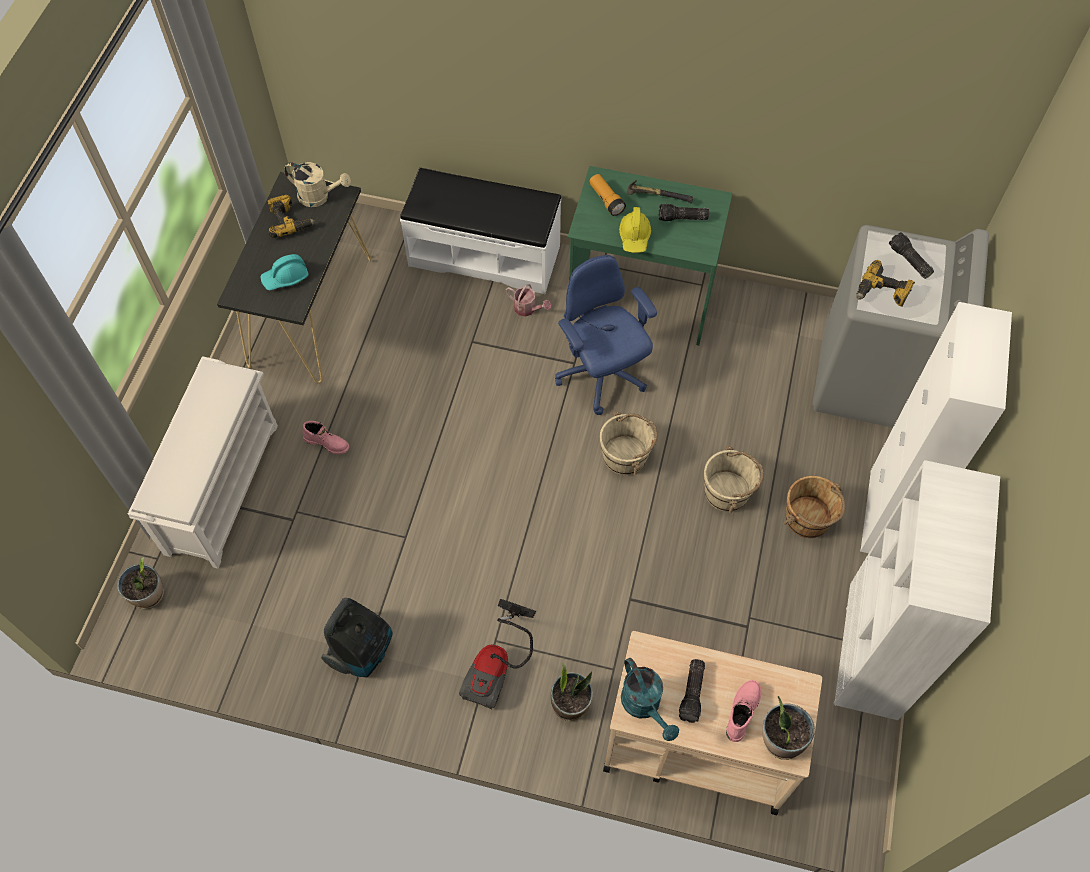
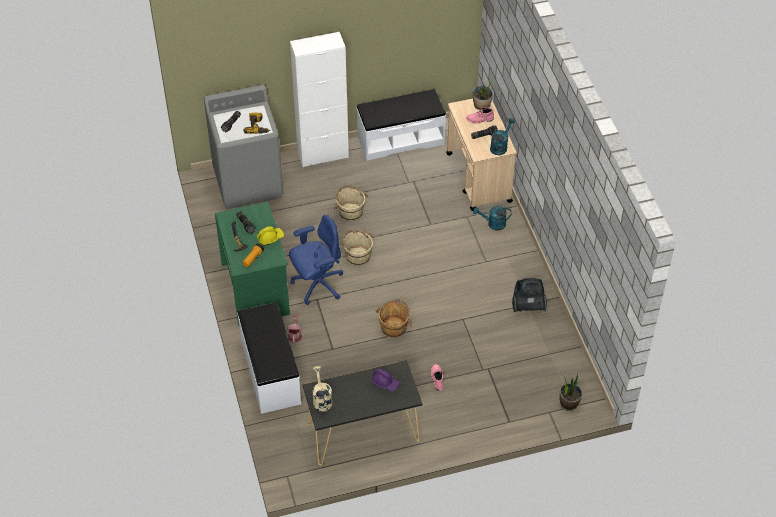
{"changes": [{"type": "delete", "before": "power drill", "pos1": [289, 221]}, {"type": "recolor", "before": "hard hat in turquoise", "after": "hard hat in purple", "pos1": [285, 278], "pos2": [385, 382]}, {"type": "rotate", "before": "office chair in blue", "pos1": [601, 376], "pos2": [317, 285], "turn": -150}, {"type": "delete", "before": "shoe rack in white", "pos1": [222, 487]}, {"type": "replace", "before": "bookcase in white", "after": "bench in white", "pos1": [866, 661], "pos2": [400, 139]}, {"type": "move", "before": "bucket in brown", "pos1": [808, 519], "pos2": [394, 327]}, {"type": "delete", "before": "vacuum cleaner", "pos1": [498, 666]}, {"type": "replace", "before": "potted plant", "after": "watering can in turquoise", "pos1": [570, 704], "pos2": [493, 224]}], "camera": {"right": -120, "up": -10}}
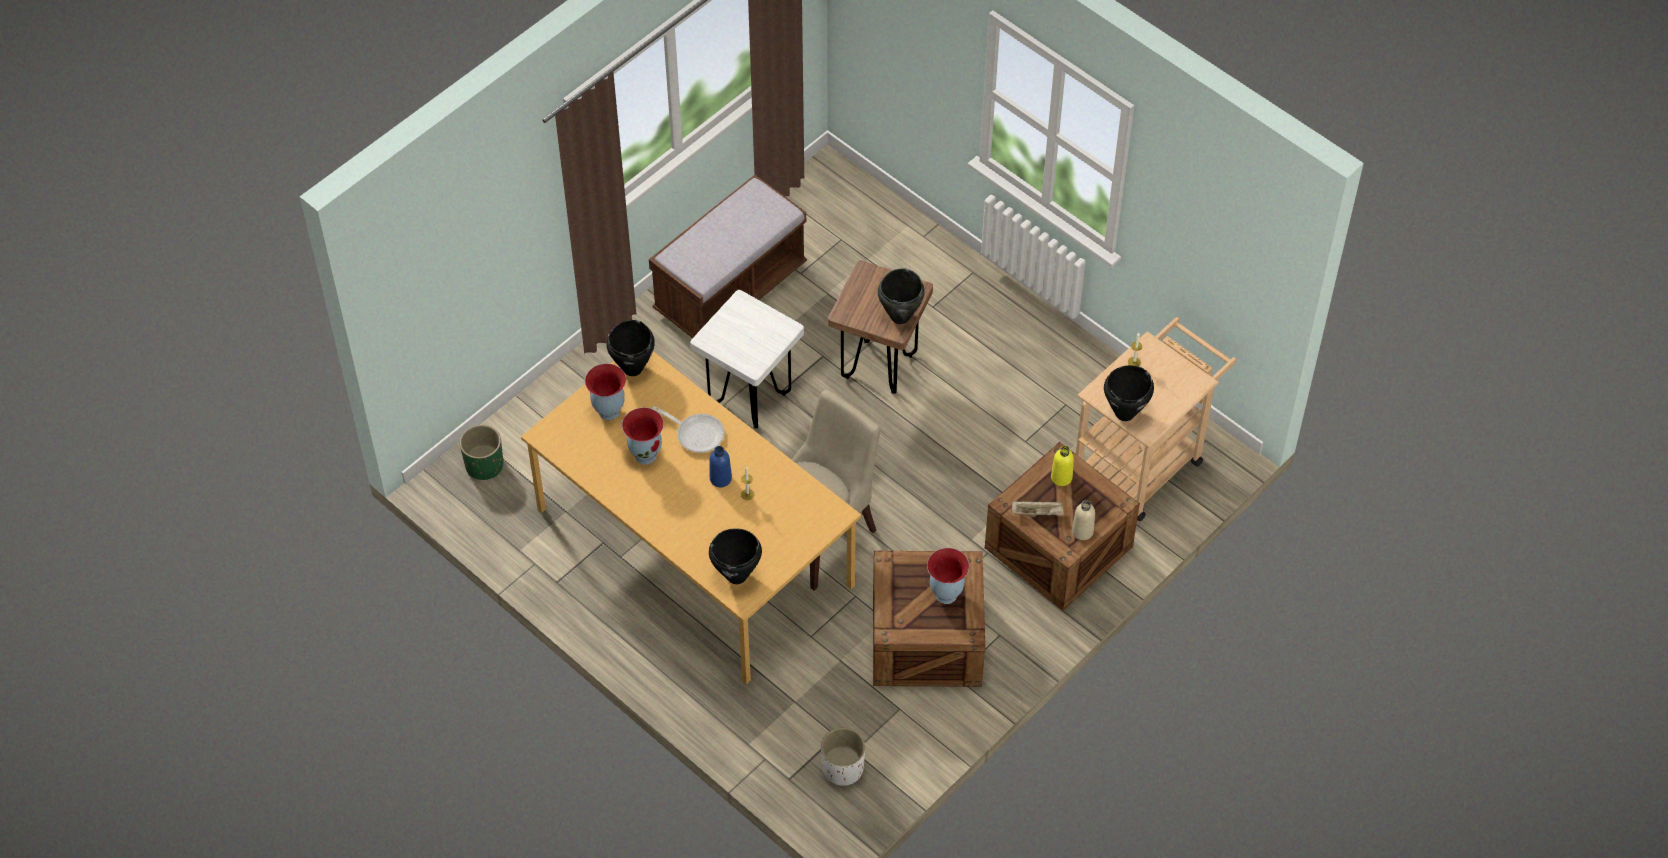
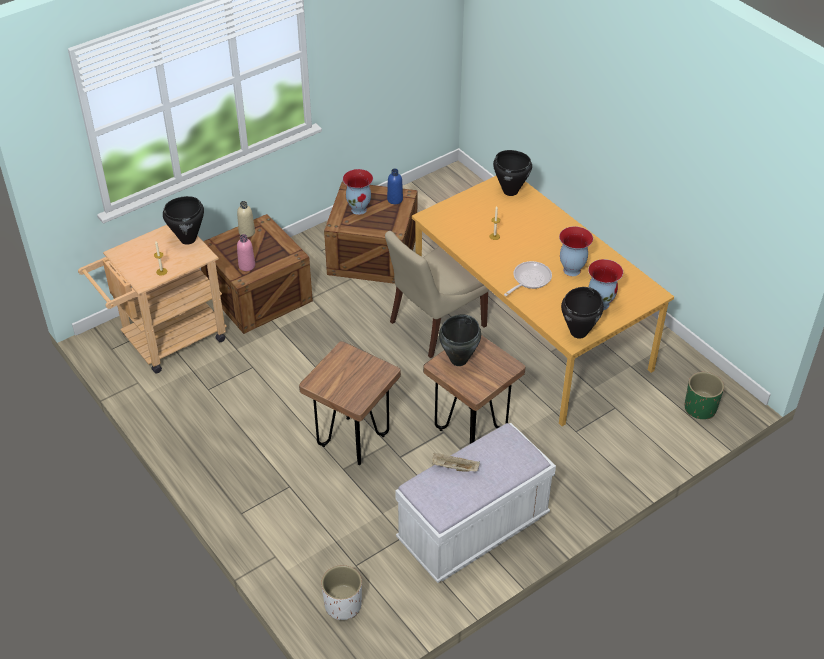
{"changes": [{"type": "recolor", "before": "bench in brown", "after": "bench in white", "pos1": [730, 290], "pos2": [473, 530]}, {"type": "move", "before": "cooking pot in black", "pos1": [899, 317], "pos2": [459, 360]}, {"type": "recolor", "before": "stool in white", "after": "stool in brown", "pos1": [750, 399], "pos2": [470, 430]}, {"type": "rotate", "before": "frying pan", "pos1": [696, 433], "pos2": [529, 279], "turn": 90}, {"type": "move", "before": "bottle in blue", "pos1": [720, 478], "pos2": [395, 199]}, {"type": "recolor", "before": "bottle in yellow", "after": "bottle in pink", "pos1": [1061, 477], "pos2": [247, 266]}, {"type": "move", "before": "tray in beige", "pos1": [1037, 513], "pos2": [454, 468]}, {"type": "move", "before": "planter in white", "pos1": [842, 768], "pos2": [343, 605]}], "camera": {"right": -170, "up": -10}}
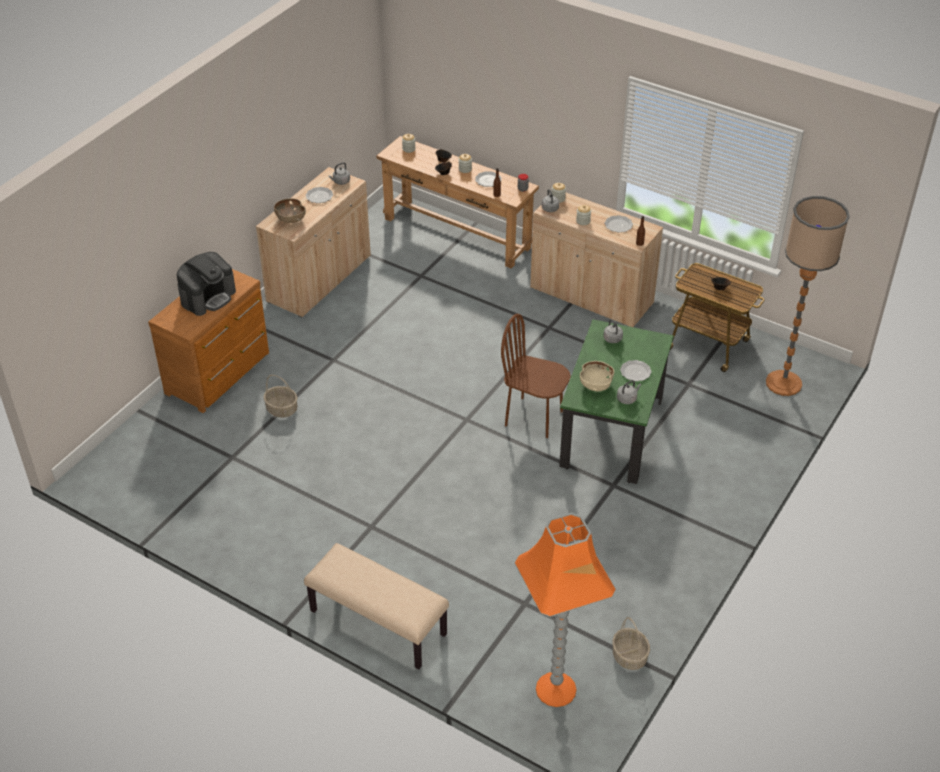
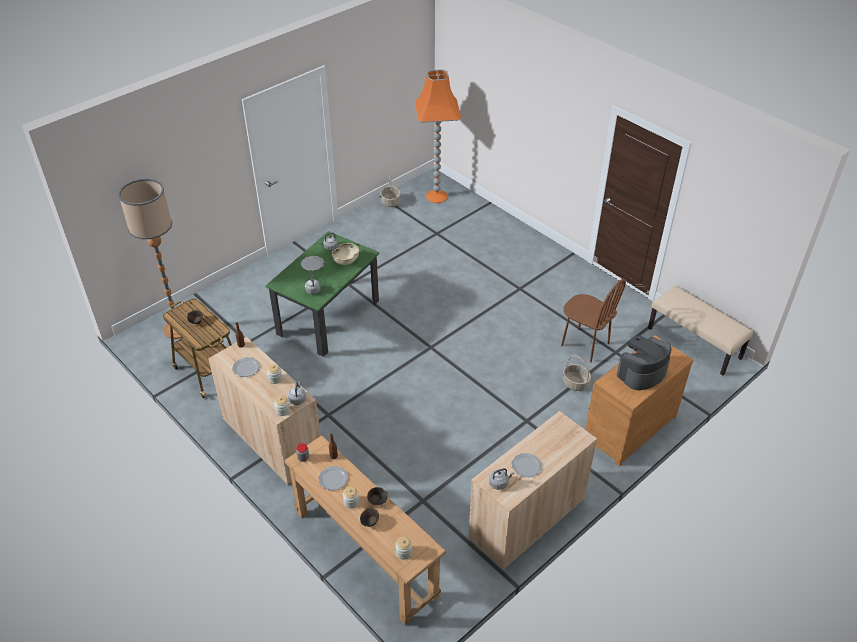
{"changes": [{"type": "delete", "before": "bowl in brown", "pos1": [290, 219]}, {"type": "move", "before": "chair in brown", "pos1": [534, 418], "pos2": [585, 344]}, {"type": "move", "before": "bench in beige", "pos1": [377, 623], "pos2": [694, 343]}], "camera": {"right": -165, "up": 0}}
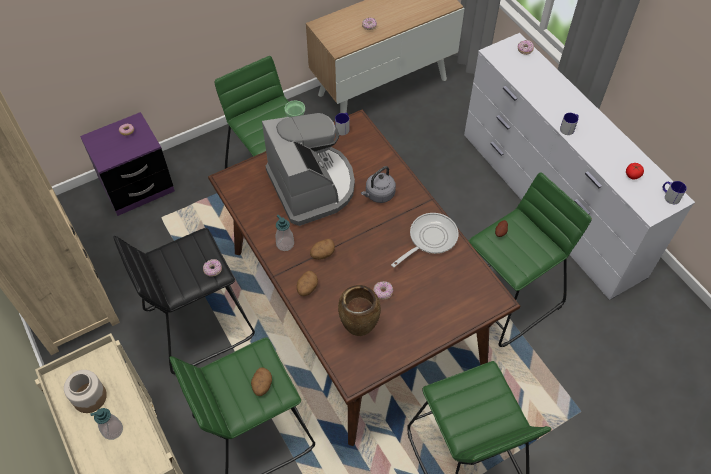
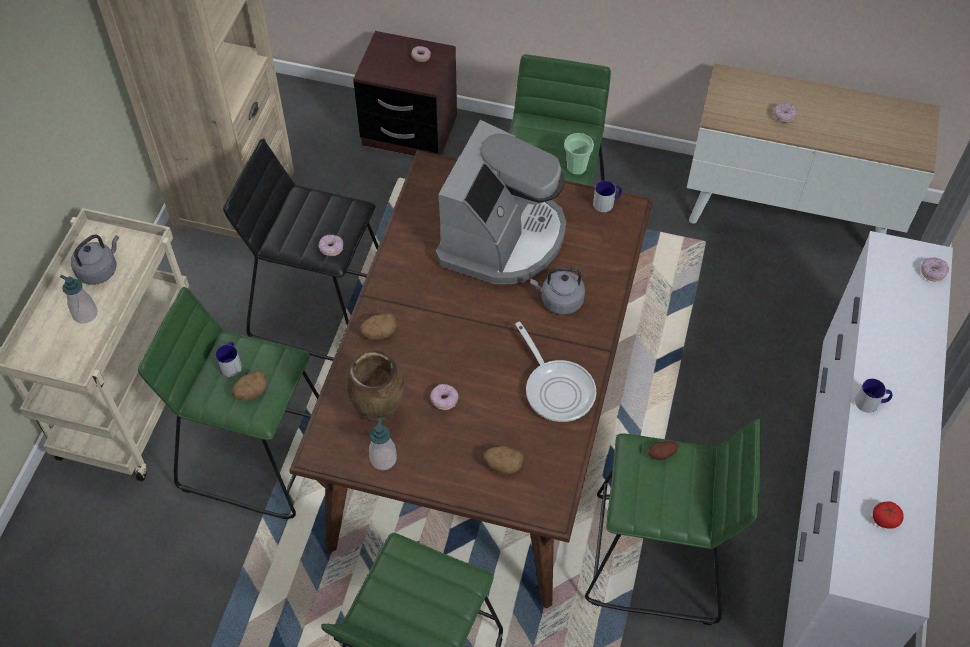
{"changes": [{"type": "recolor", "before": "nightstand in purple", "after": "nightstand in brown", "pos1": [137, 187], "pos2": [409, 131]}, {"type": "move", "before": "mug", "pos1": [669, 196], "pos2": [231, 364]}, {"type": "rotate", "before": "frying pan", "pos1": [429, 239], "pos2": [557, 389], "turn": 60}, {"type": "move", "before": "soap dispenser", "pos1": [285, 244], "pos2": [383, 459]}, {"type": "move", "before": "potato", "pos1": [322, 254], "pos2": [503, 465]}, {"type": "replace", "before": "jar", "after": "kettle in grey", "pos1": [89, 397], "pos2": [99, 270]}], "camera": {"right": 45, "up": 0}}
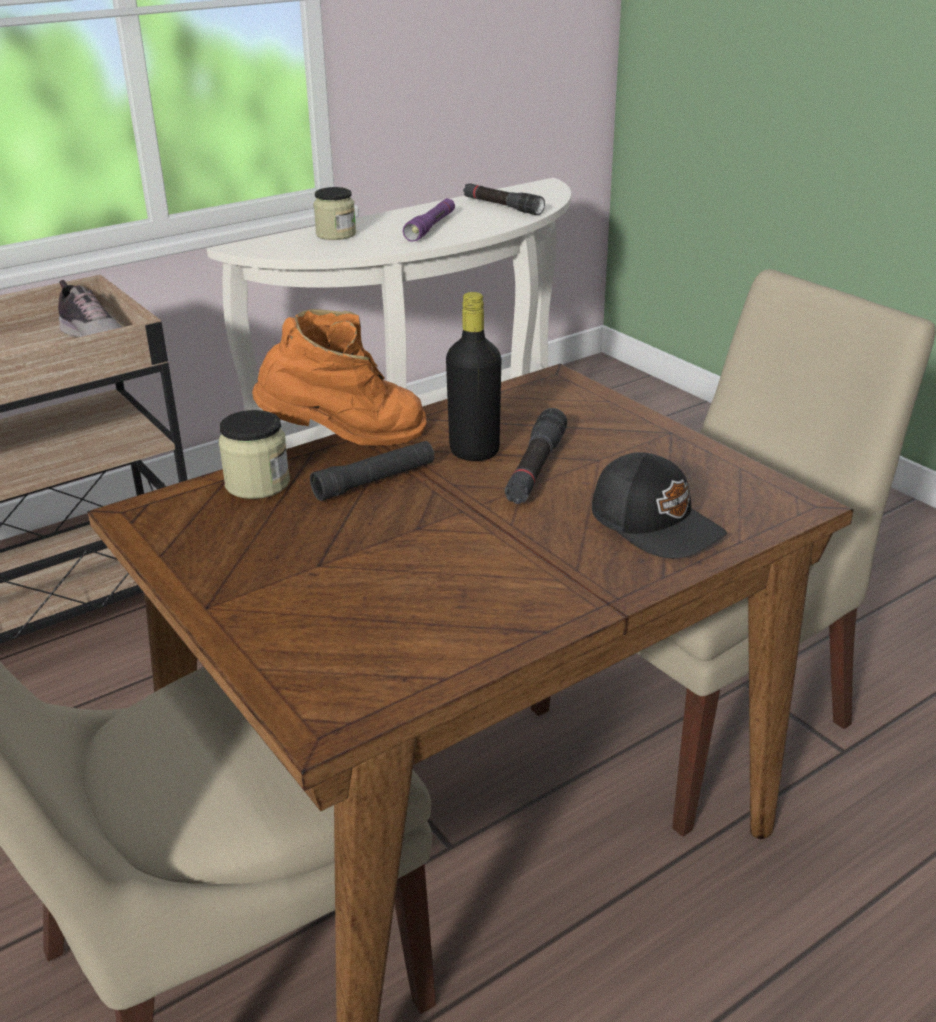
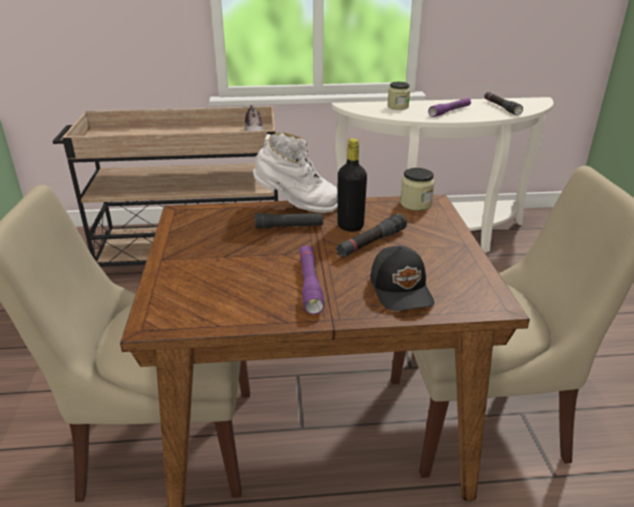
{"changes": [{"type": "recolor", "before": "boot in orange", "after": "boot in white", "pos1": [346, 442], "pos2": [296, 205]}, {"type": "move", "before": "jar", "pos1": [257, 484], "pos2": [415, 204]}, {"type": "insert", "after": "flashlight in purple", "pos2": [310, 284]}], "camera": {"right": 30, "up": 0}}
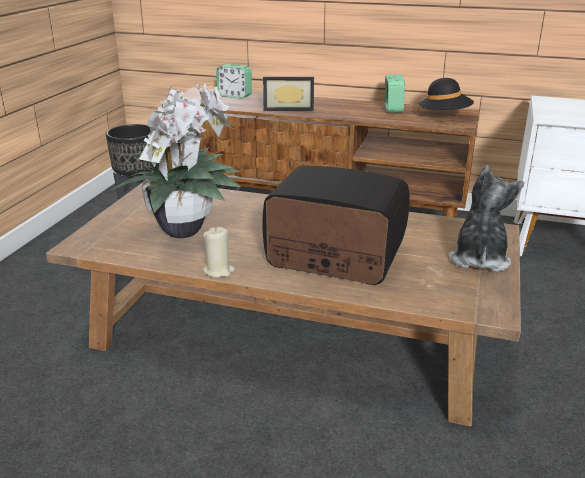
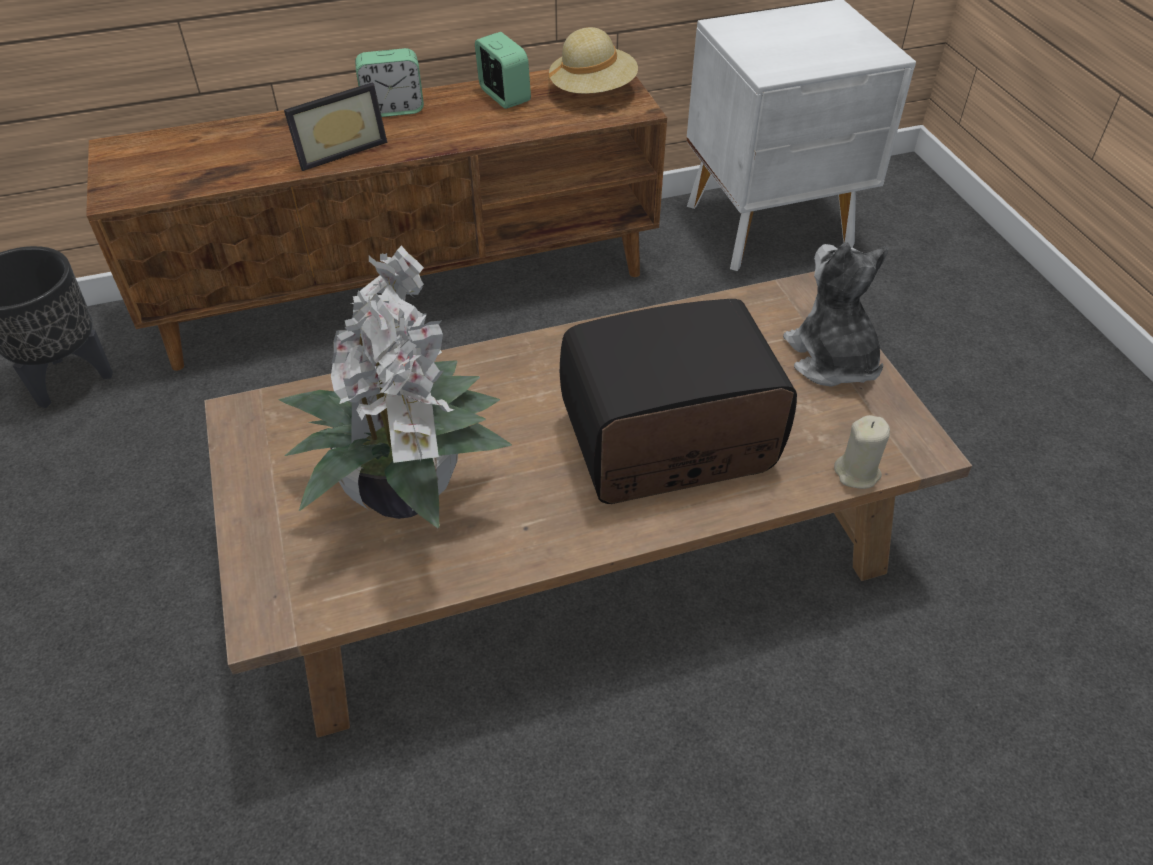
{"changes": [{"type": "move", "before": "alarm clock", "pos1": [234, 96], "pos2": [393, 109]}, {"type": "recolor", "before": "hat in black", "after": "hat in beige", "pos1": [444, 116], "pos2": [593, 91]}, {"type": "move", "before": "candle in beige", "pos1": [219, 271], "pos2": [857, 473]}], "camera": {"right": -35, "up": 20}}
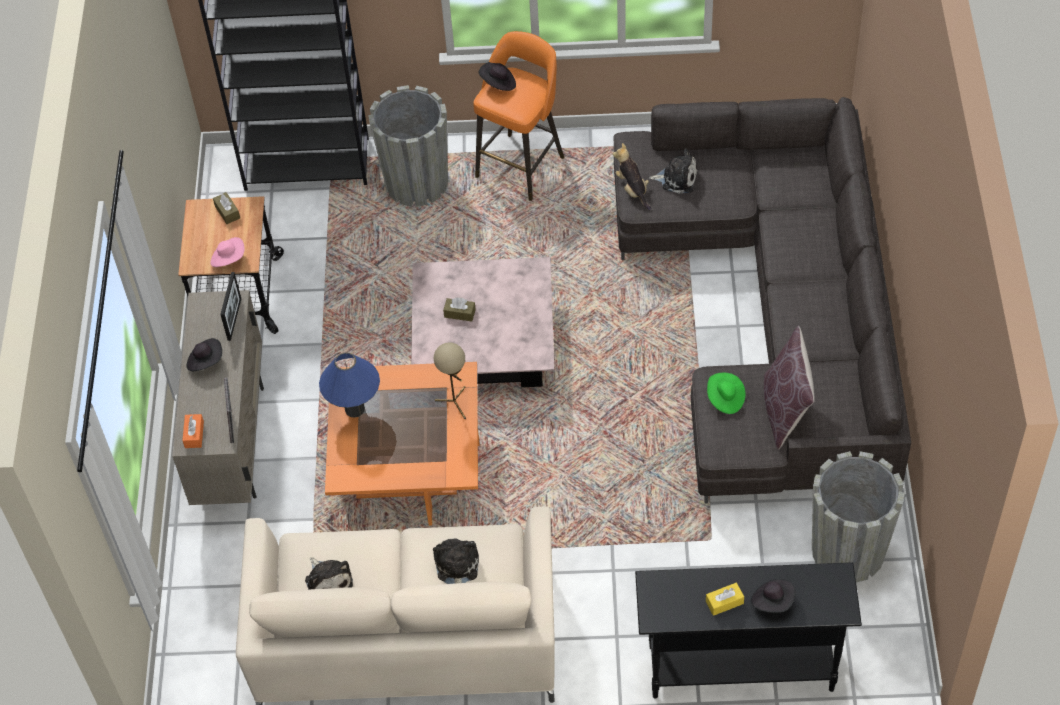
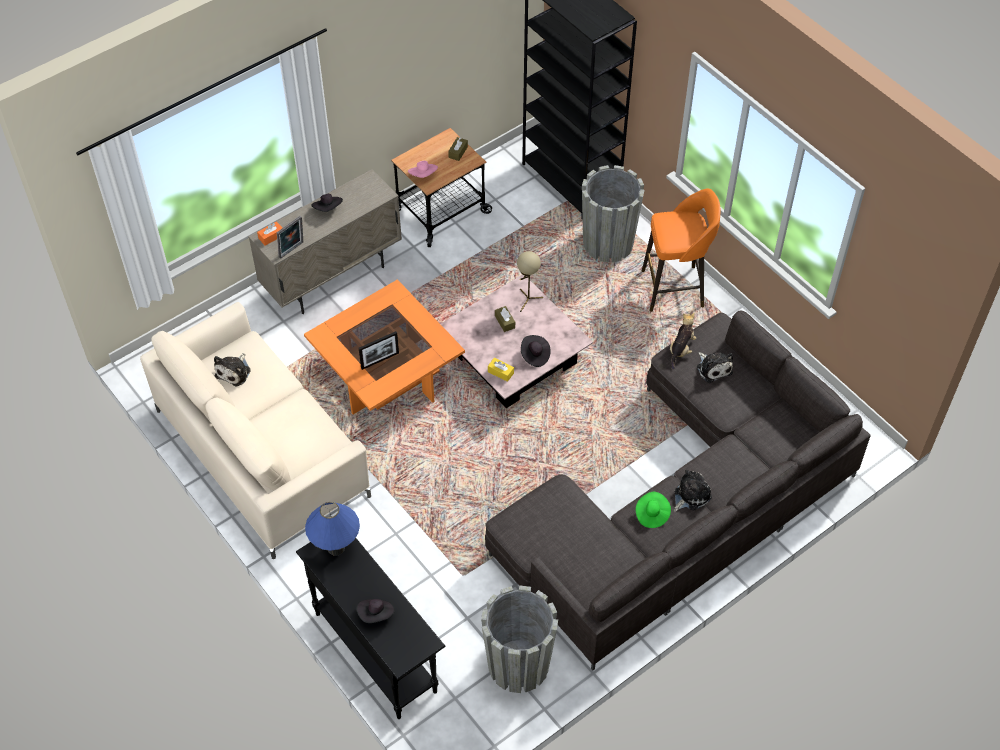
{"changes": [{"type": "move", "before": "hat in black", "pos1": [498, 84], "pos2": [534, 355]}, {"type": "move", "before": "picture frame", "pos1": [234, 319], "pos2": [380, 360]}, {"type": "delete", "before": "pillow in brown", "pos1": [785, 410]}, {"type": "move", "before": "table lamp in beige", "pos1": [455, 403], "pos2": [527, 300]}, {"type": "move", "before": "table lamp in blue", "pos1": [354, 409], "pos2": [336, 547]}, {"type": "move", "before": "hat in green", "pos1": [725, 399], "pos2": [652, 514]}, {"type": "move", "before": "plush toy", "pos1": [456, 568], "pos2": [690, 495]}, {"type": "move", "before": "tissue box in yellow", "pos1": [724, 602], "pos2": [500, 372]}], "camera": {"right": 50, "up": 0}}
